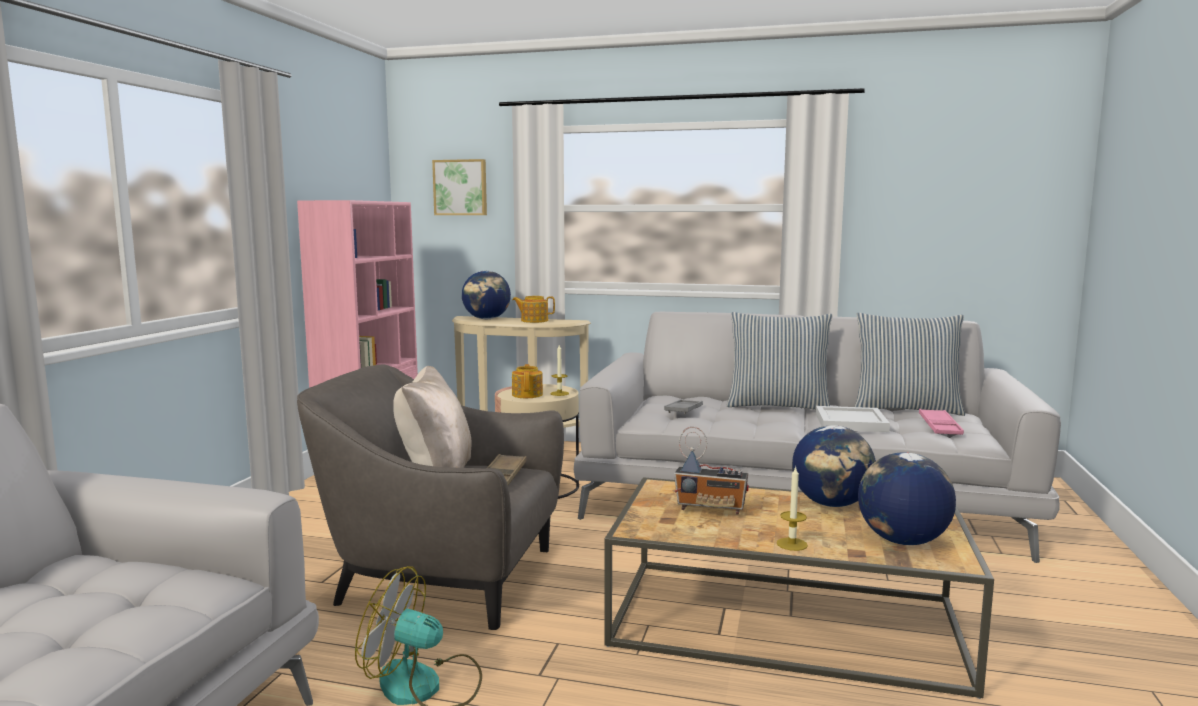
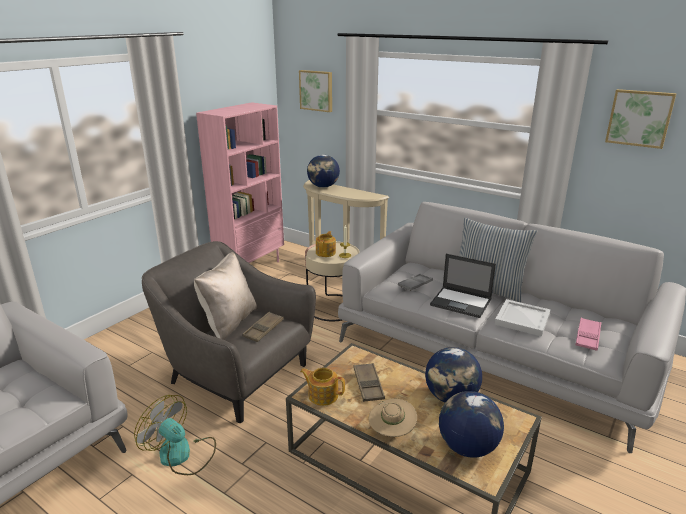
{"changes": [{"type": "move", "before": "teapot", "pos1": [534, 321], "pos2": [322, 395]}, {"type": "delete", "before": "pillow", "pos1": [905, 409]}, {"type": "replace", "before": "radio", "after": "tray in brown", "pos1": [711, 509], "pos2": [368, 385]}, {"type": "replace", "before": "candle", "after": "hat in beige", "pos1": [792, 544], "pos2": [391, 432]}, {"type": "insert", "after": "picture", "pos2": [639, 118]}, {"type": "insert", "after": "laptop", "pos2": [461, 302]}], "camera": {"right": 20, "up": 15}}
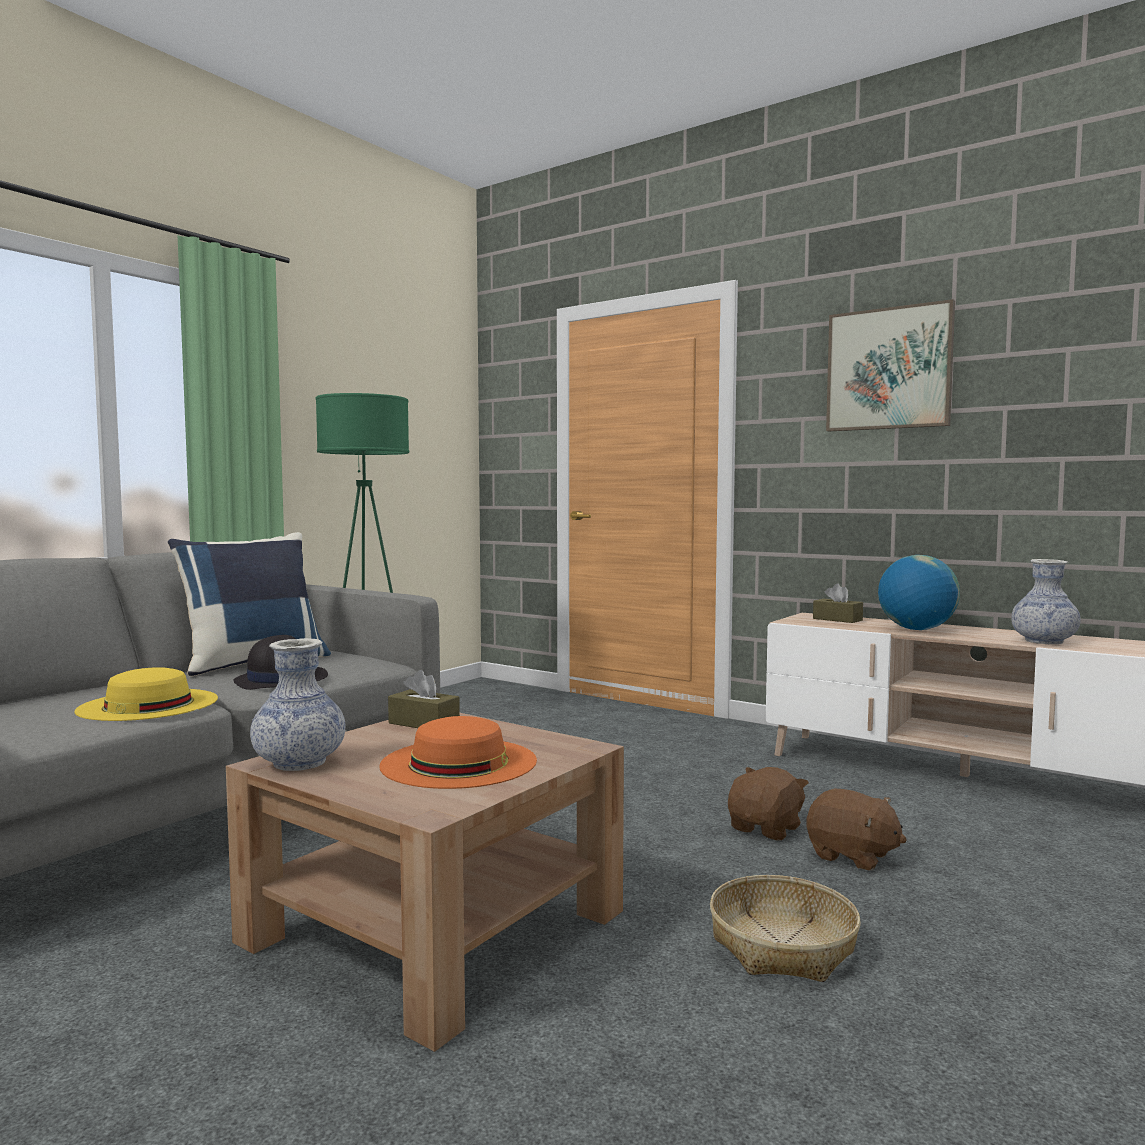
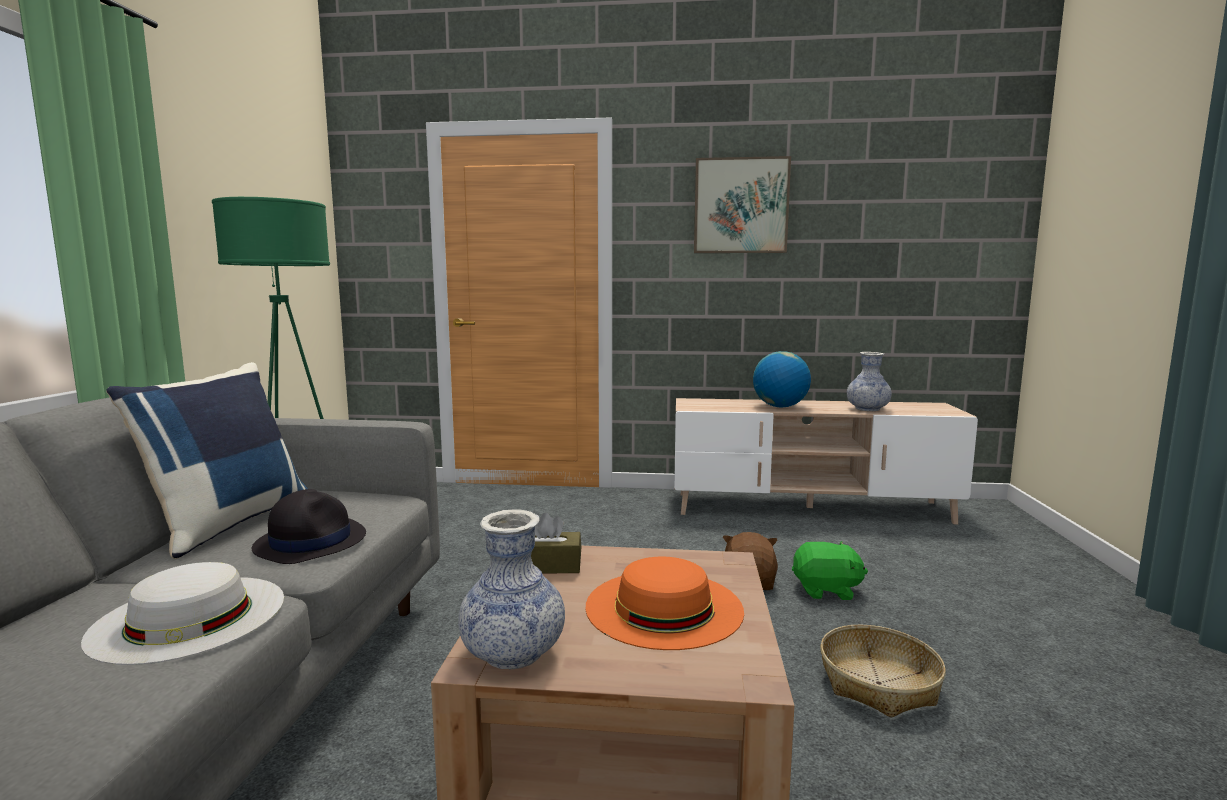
{"changes": [{"type": "delete", "before": "tissue box in brown", "pos1": [837, 619]}, {"type": "recolor", "before": "hat in yellow", "after": "hat in white", "pos1": [148, 704], "pos2": [190, 617]}, {"type": "recolor", "before": "plush toy in brown", "after": "plush toy in green", "pos1": [852, 856], "pos2": [826, 590]}], "camera": {"right": -30, "up": 5}}
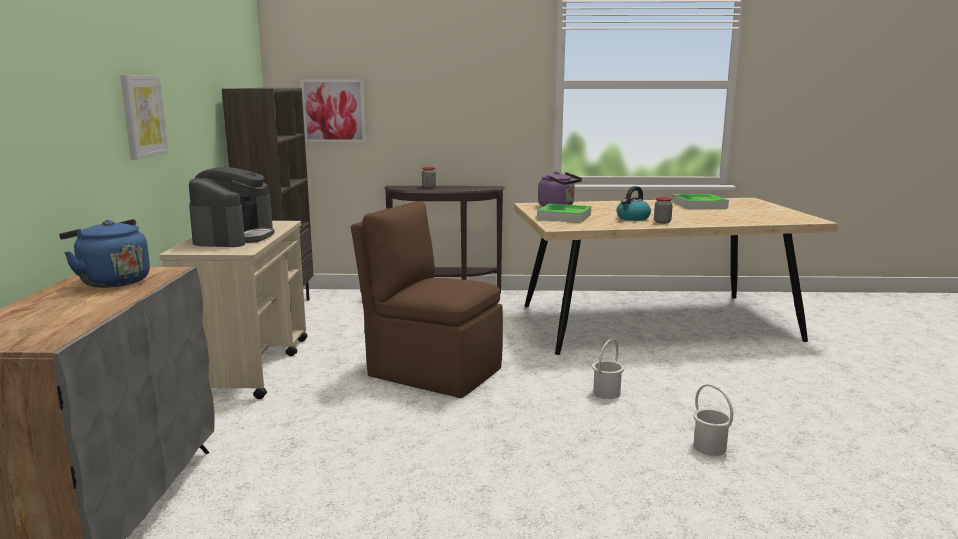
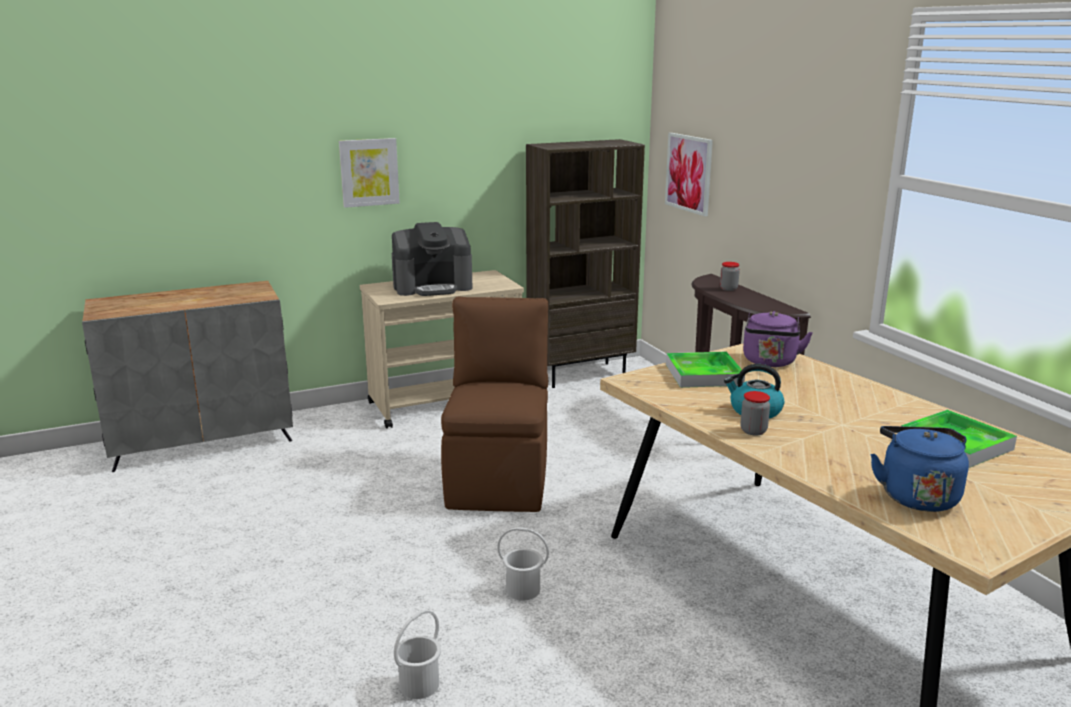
{"changes": [{"type": "move", "before": "kettle in blue", "pos1": [112, 281], "pos2": [916, 495]}], "camera": {"right": 65, "up": 5}}
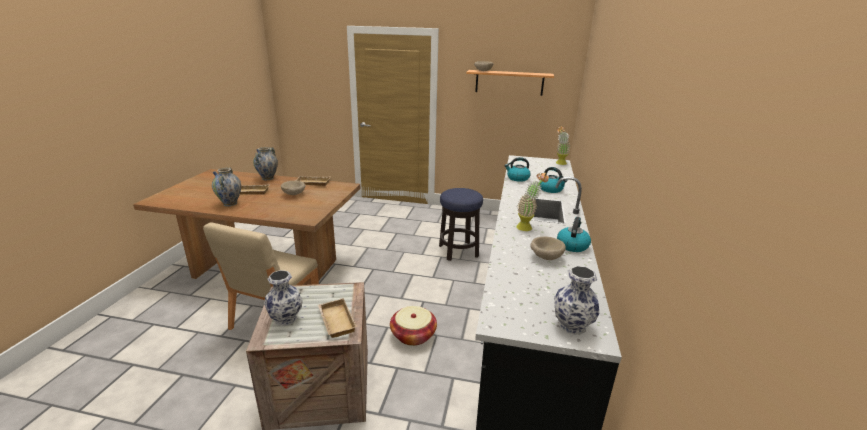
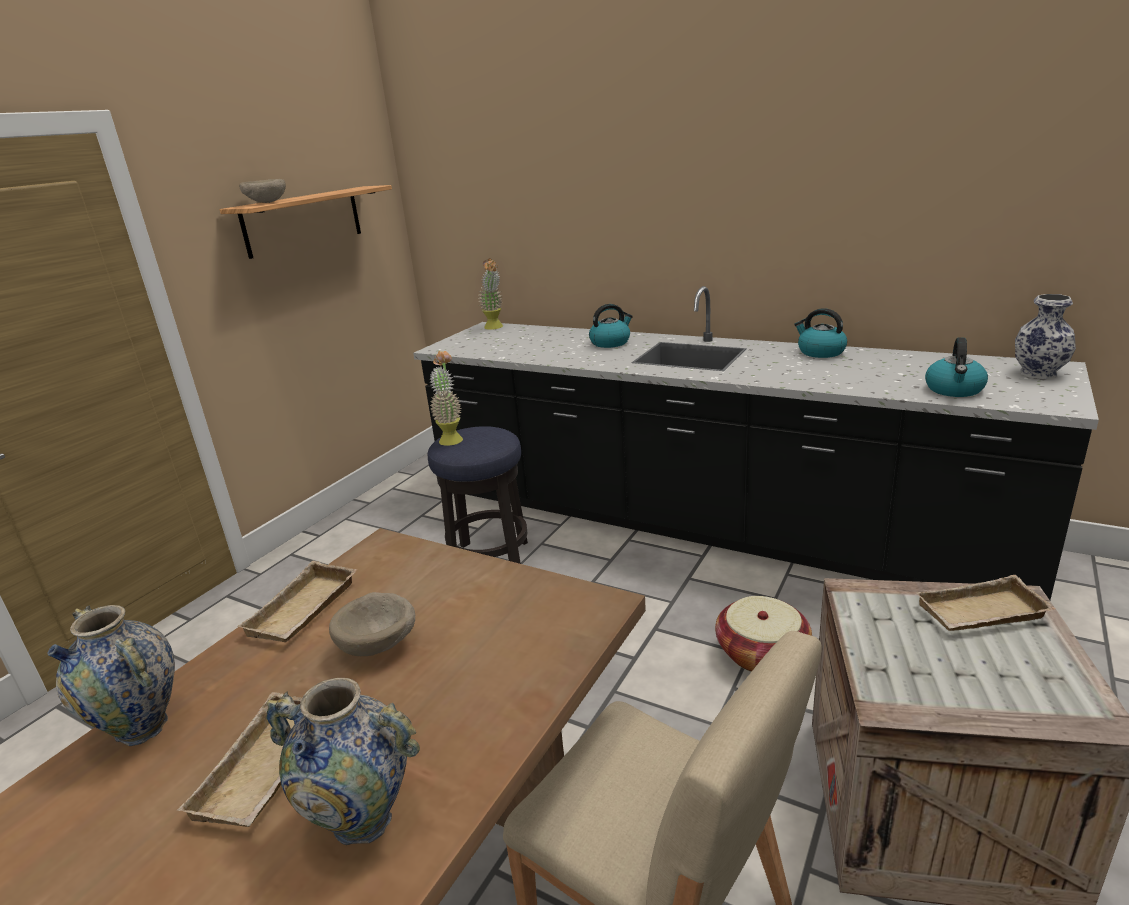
{"changes": [{"type": "move", "before": "kettle", "pos1": [517, 178], "pos2": [954, 390]}, {"type": "move", "before": "potted plant", "pos1": [528, 227], "pos2": [451, 438]}, {"type": "delete", "before": "bowl in beige", "pos1": [545, 257]}, {"type": "delete", "before": "vase", "pos1": [285, 319]}], "camera": {"right": -70, "up": 0}}
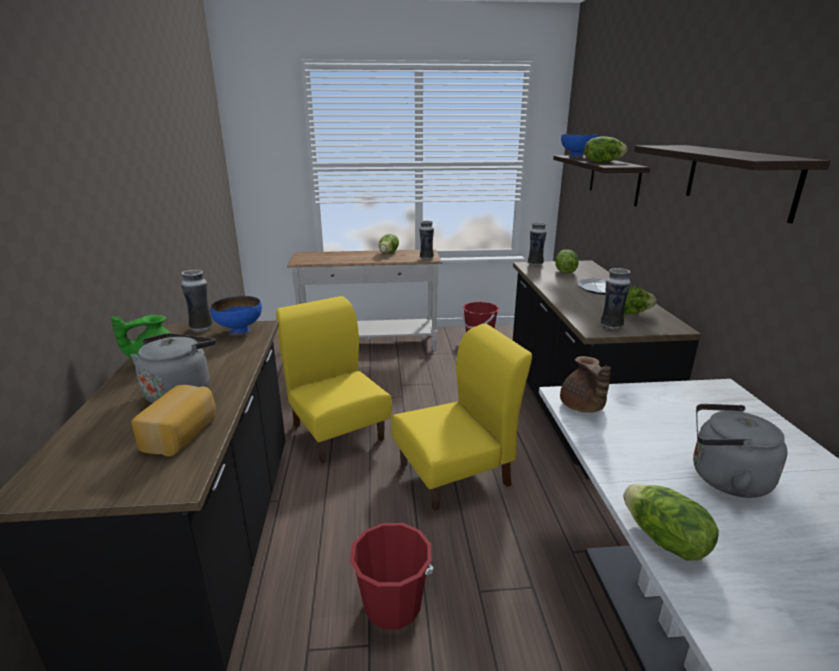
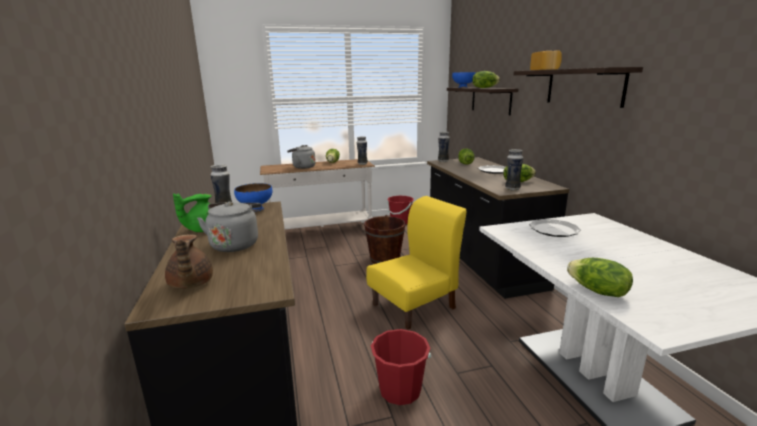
{"changes": [{"type": "delete", "before": "chair in yellow", "pos1": [338, 431]}, {"type": "move", "before": "teapot in brown", "pos1": [582, 407], "pos2": [190, 284]}, {"type": "move", "before": "bread", "pos1": [182, 434], "pos2": [545, 70]}, {"type": "move", "before": "kettle in grey", "pos1": [724, 478], "pos2": [302, 167]}, {"type": "insert", "after": "bucket in brown", "pos2": [385, 259]}, {"type": "insert", "after": "plate", "pos2": [554, 230]}], "camera": {"right": -10, "up": -5}}
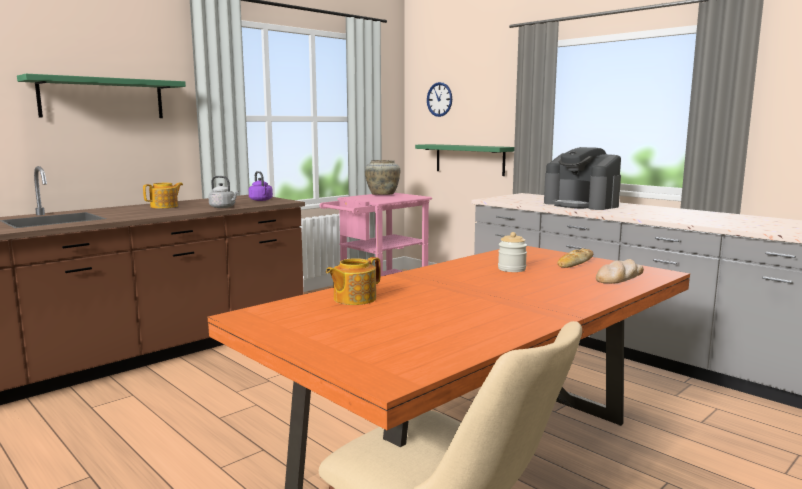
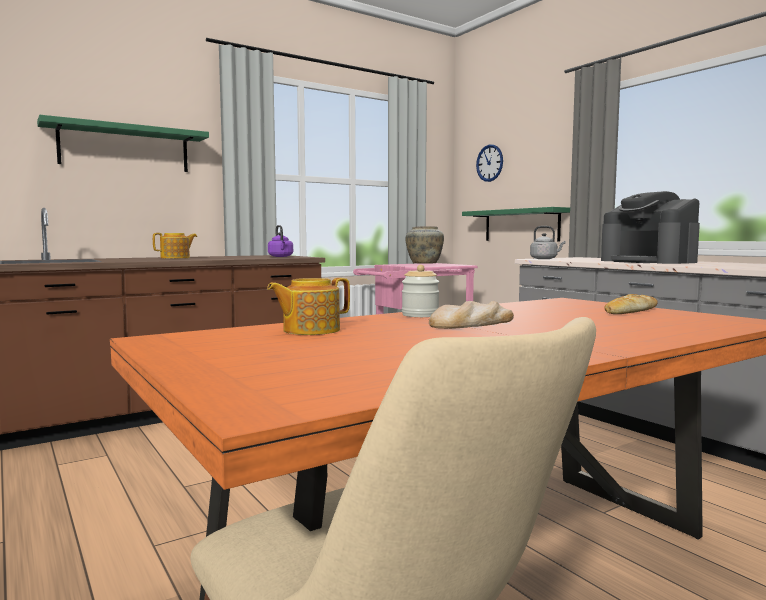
{"changes": [{"type": "move", "before": "kettle in grey", "pos1": [223, 207], "pos2": [545, 259]}, {"type": "move", "before": "jar", "pos1": [511, 269], "pos2": [420, 315]}, {"type": "move", "before": "bread", "pos1": [619, 277], "pos2": [472, 323]}], "camera": {"right": 10, "up": -5}}
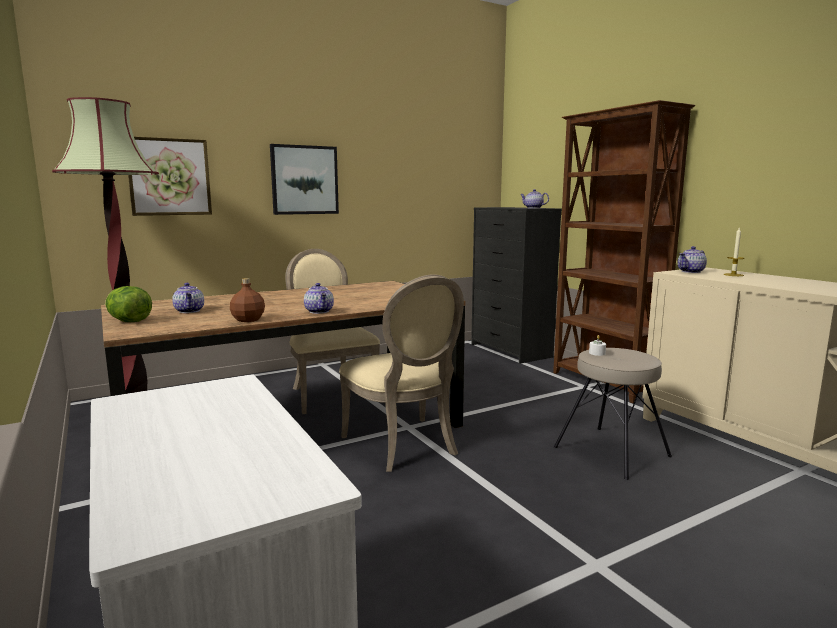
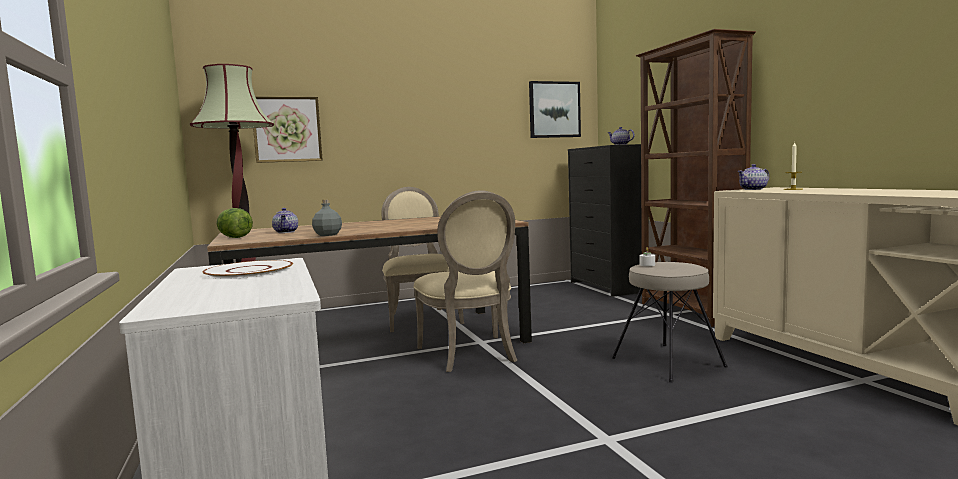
{"changes": [{"type": "move", "before": "picture", "pos1": [304, 180], "pos2": [554, 109]}, {"type": "recolor", "before": "bottle in brown", "after": "bottle in grey", "pos1": [248, 320], "pos2": [328, 235]}, {"type": "delete", "before": "teapot", "pos1": [320, 311]}, {"type": "insert", "after": "plate in white", "pos2": [248, 271]}], "camera": {"right": 10, "up": -5}}
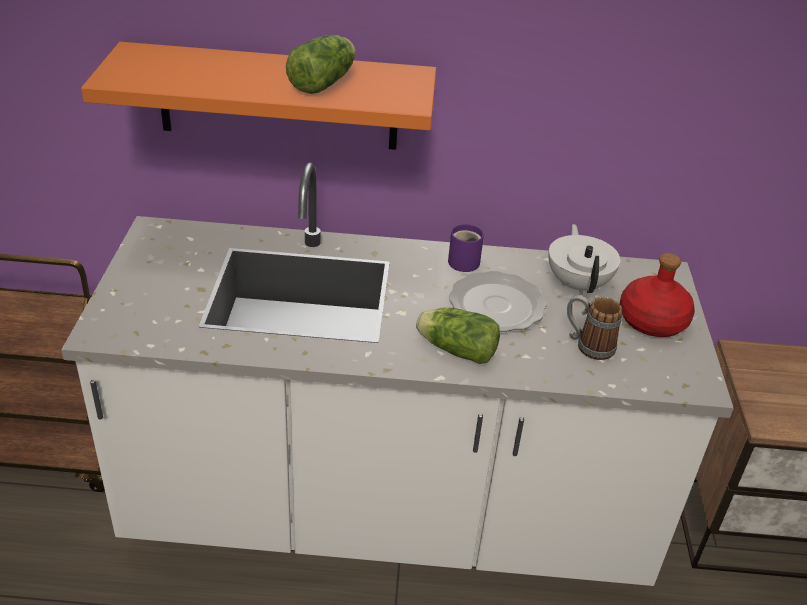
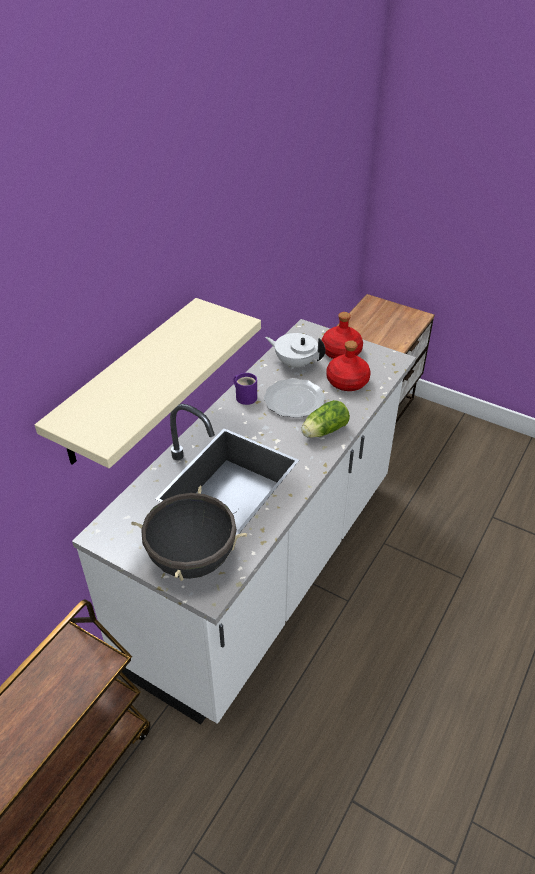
{"changes": [{"type": "delete", "before": "lettuce", "pos1": [325, 82]}, {"type": "recolor", "before": "shelf in orange", "after": "shelf in beige", "pos1": [278, 97], "pos2": [128, 382]}, {"type": "replace", "before": "mug", "after": "bottle in red", "pos1": [587, 345], "pos2": [347, 382]}, {"type": "insert", "after": "cooking pot in black", "pos2": [192, 559]}], "camera": {"right": -60, "up": 5}}
